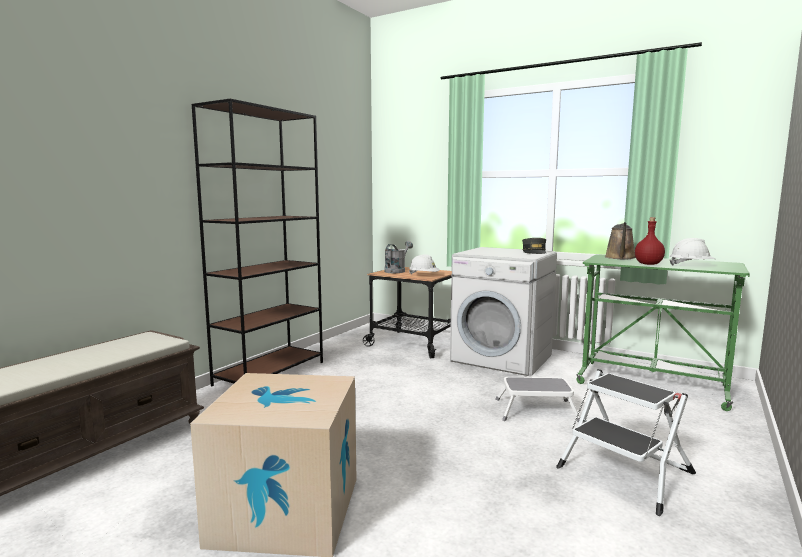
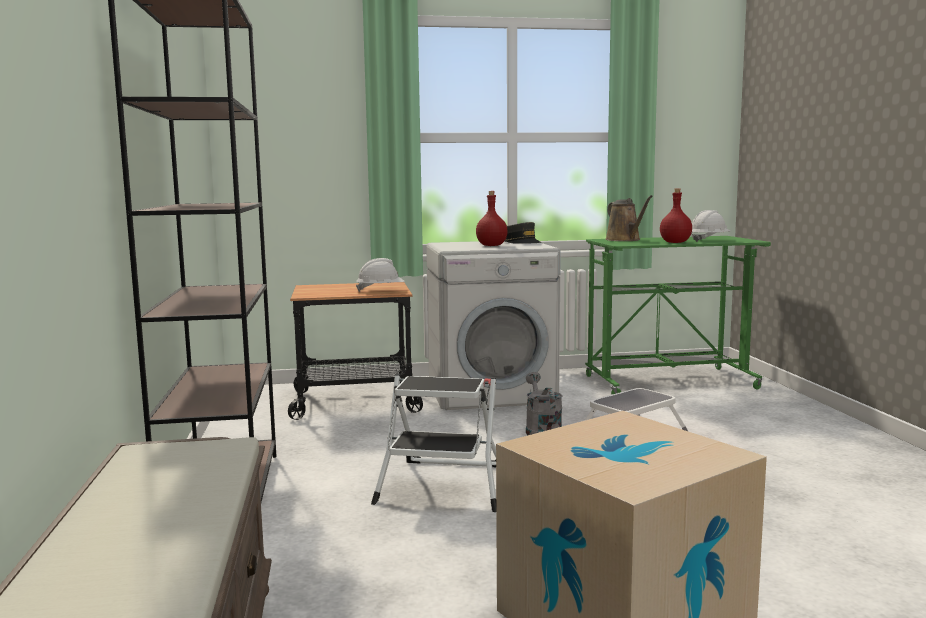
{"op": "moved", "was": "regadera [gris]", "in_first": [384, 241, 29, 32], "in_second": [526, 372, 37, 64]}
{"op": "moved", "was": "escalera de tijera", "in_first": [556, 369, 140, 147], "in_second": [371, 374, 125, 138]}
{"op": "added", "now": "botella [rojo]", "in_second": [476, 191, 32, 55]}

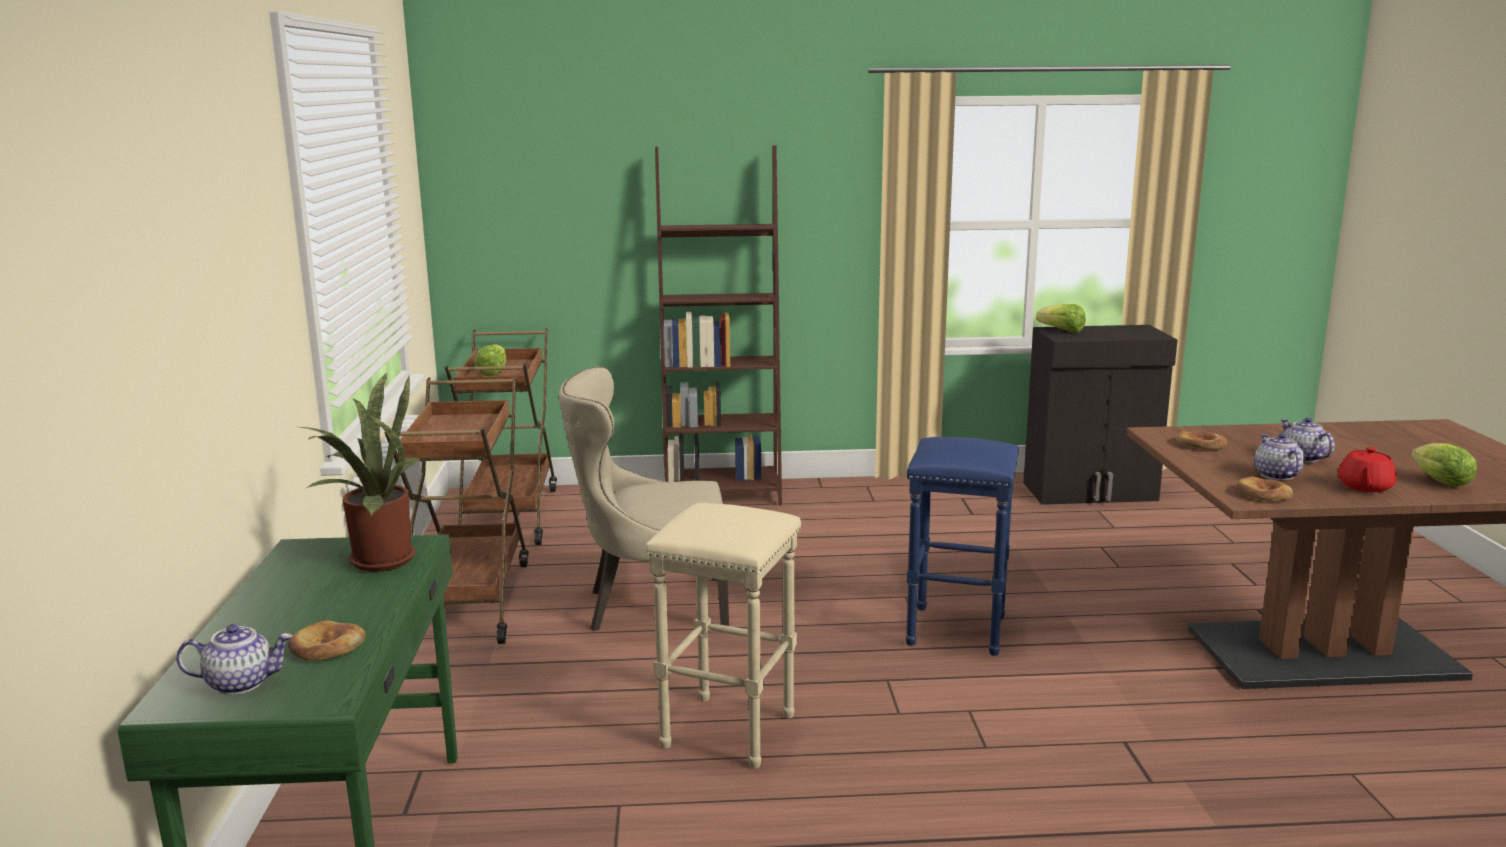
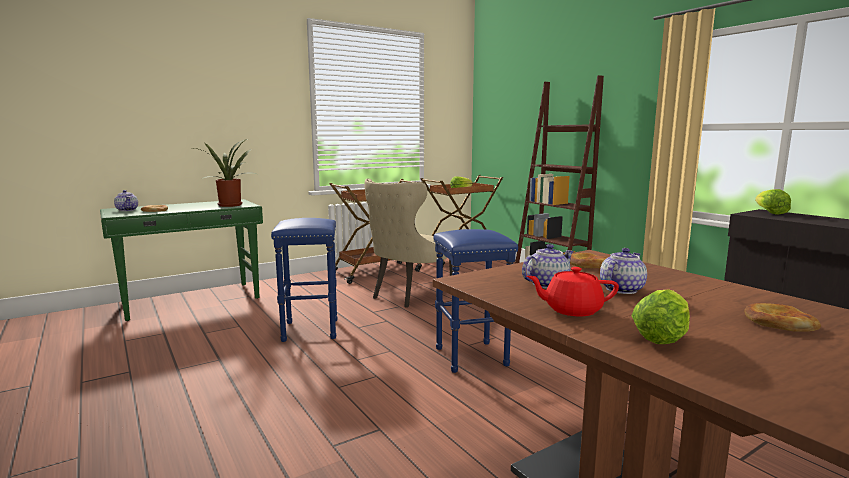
{"op": "turned", "was": "silla [beis]", "in_first": [559, 367, 170, 264], "in_second": [365, 178, 89, 130], "clockwise": -105}
{"op": "moved", "was": "pan", "in_first": [1236, 476, 57, 26], "in_second": [744, 303, 77, 29]}
{"op": "recoloured", "was": "taburete [beis]", "now": "taburete [azul]", "in_first": [645, 503, 156, 265], "in_second": [271, 218, 67, 124]}

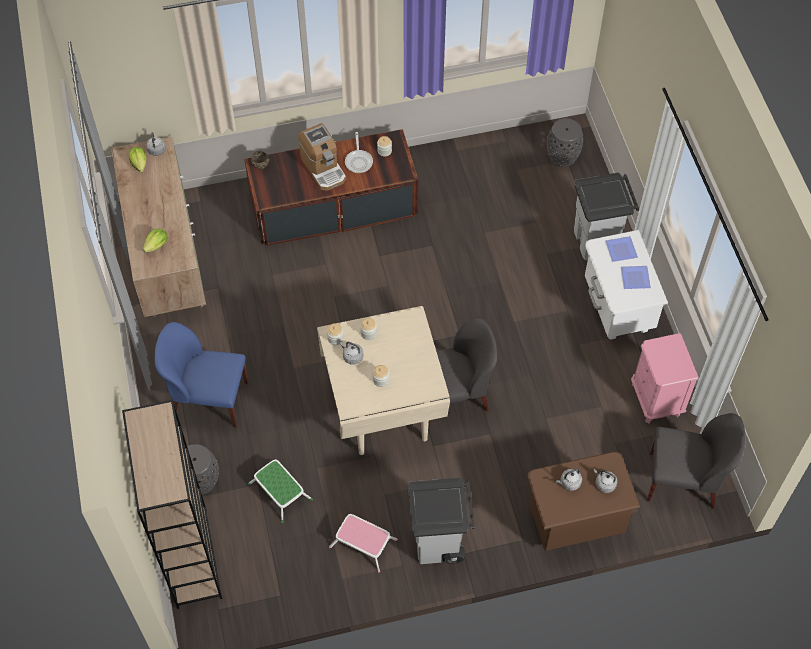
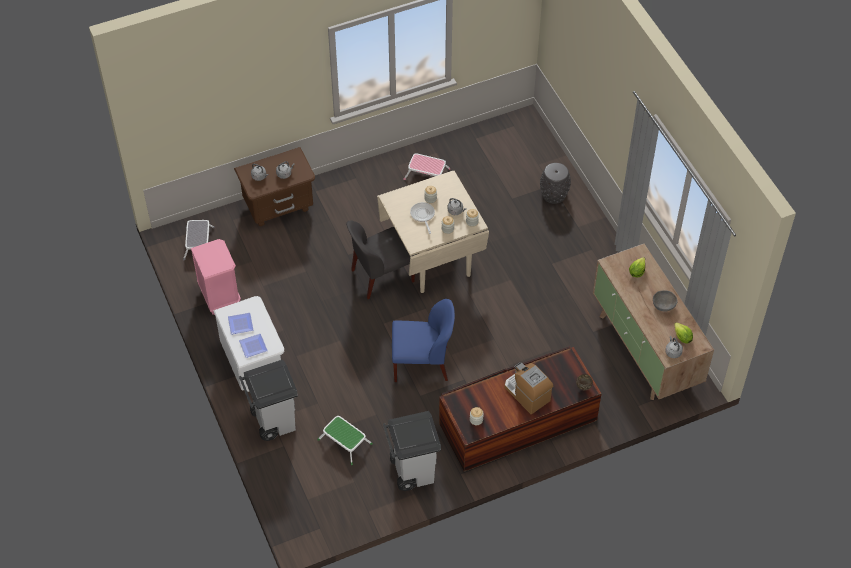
{"op": "removed", "was": "taburete [gris]", "in_first": [547, 118, 36, 49]}
{"op": "moved", "was": "sartén", "in_first": [345, 132, 28, 41], "in_second": [410, 202, 25, 32]}
{"op": "moved", "was": "silla [azul]", "in_first": [155, 322, 93, 105], "in_second": [392, 299, 63, 83]}
{"op": "removed", "was": "estantería [beis]", "in_first": [122, 400, 100, 209]}
{"op": "replaced", "was": "silla [gris]", "now": "escalera de tijera [gris]", "in_first": [647, 413, 98, 96], "in_second": [183, 220, 32, 40]}
{"op": "moved", "was": "escalera de tijera [verde]", "in_first": [248, 459, 65, 64], "in_second": [317, 416, 56, 49]}
{"op": "moved", "was": "papelera [gris]", "in_first": [408, 478, 67, 86], "in_second": [383, 411, 58, 80]}
{"op": "added", "now": "cuenco [gris]", "in_second": [653, 290, 25, 22]}

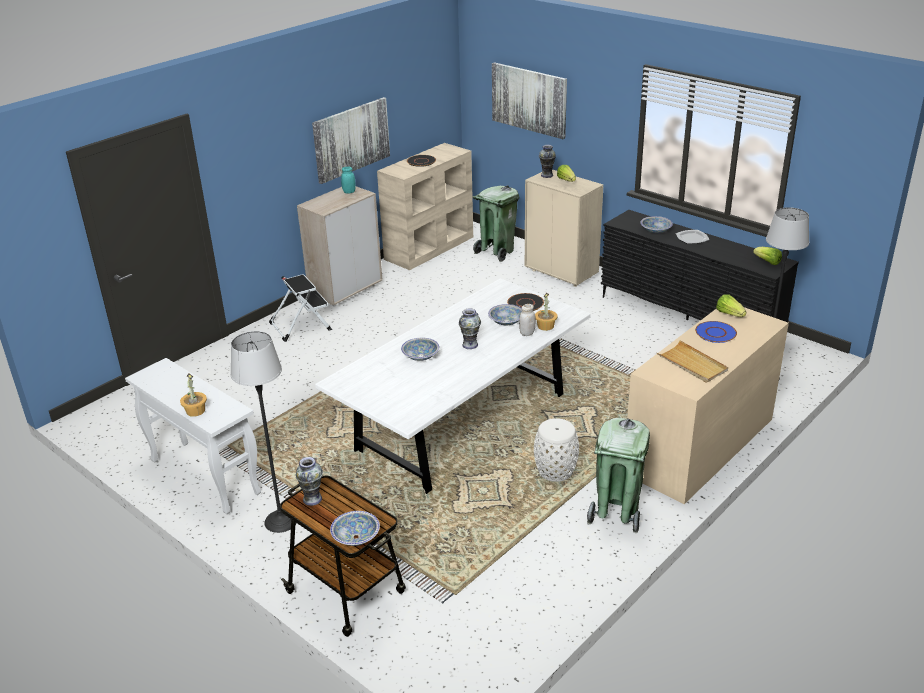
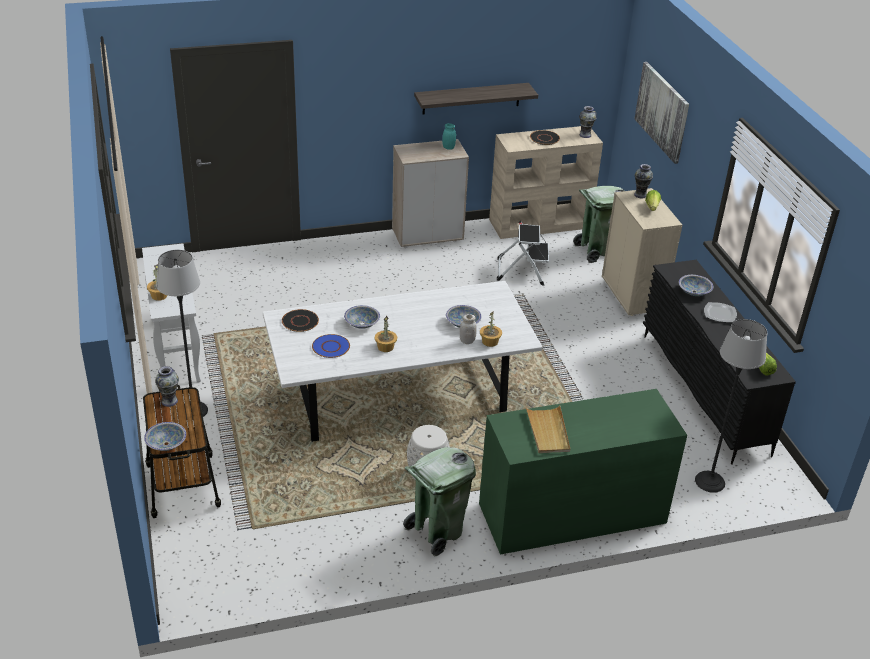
{"op": "replaced", "was": "cuadro", "now": "estante", "in_first": [312, 97, 78, 87], "in_second": [414, 83, 124, 32]}
{"op": "moved", "was": "escalera de tijera", "in_first": [269, 274, 63, 68], "in_second": [497, 221, 52, 65]}
{"op": "moved", "was": "plato [negro]", "in_first": [507, 293, 37, 18], "in_second": [282, 309, 37, 23]}
{"op": "removed", "was": "lechuga", "in_first": [716, 294, 30, 23]}
{"op": "recoloured", "was": "cómoda [beis]", "now": "cómoda [verde]", "in_first": [627, 307, 162, 197], "in_second": [479, 389, 208, 166]}
{"op": "moved", "was": "florero", "in_first": [459, 308, 22, 41], "in_second": [579, 106, 18, 32]}
{"op": "moved", "was": "plato [azul]", "in_first": [695, 321, 42, 22], "in_second": [312, 334, 38, 24]}
{"op": "added", "now": "planta en maceta", "in_second": [374, 316, 23, 36]}

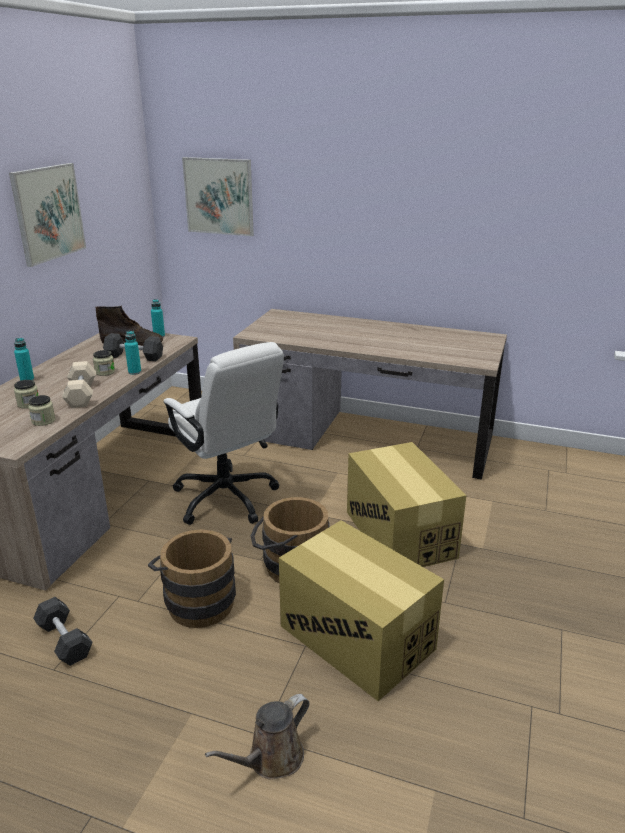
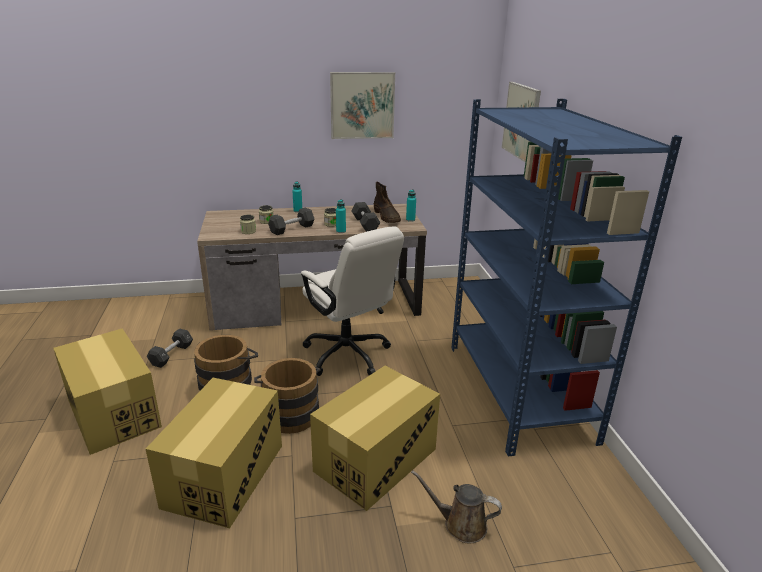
{"op": "replaced", "was": "escritorio [marrón]", "now": "estantería [azul]", "in_first": [233, 309, 274, 171], "in_second": [451, 99, 231, 357]}
{"op": "turned", "was": "silla de oficina [blanco]", "in_first": [164, 342, 120, 183], "in_second": [301, 226, 103, 150], "clockwise": -60}
{"op": "recoloured", "was": "mancuerna [beis]", "now": "mancuerna [negro]", "in_first": [62, 361, 34, 47], "in_second": [268, 208, 46, 27]}
{"op": "moved", "was": "regadera [marrón]", "in_first": [205, 694, 104, 86], "in_second": [411, 470, 91, 74]}
{"op": "added", "now": "caja de cartón", "in_second": [53, 328, 109, 127]}

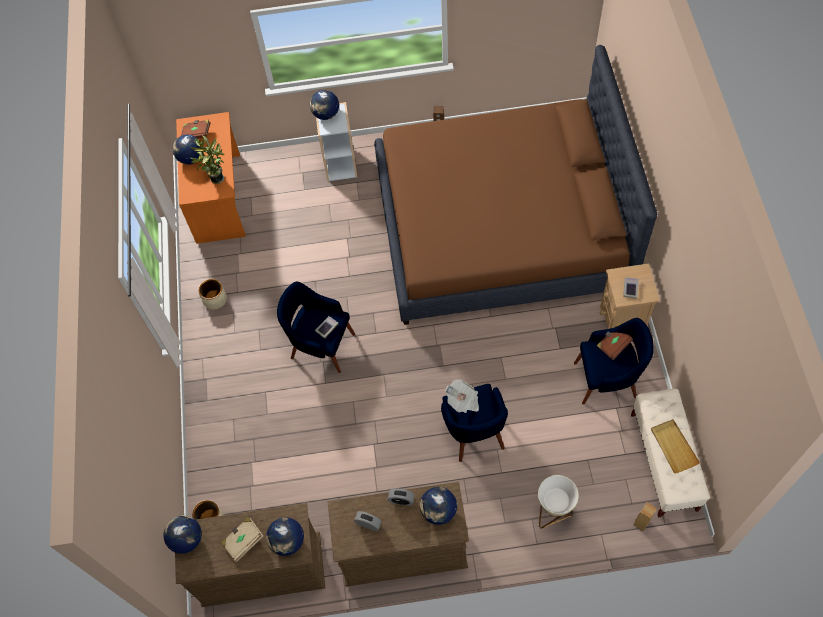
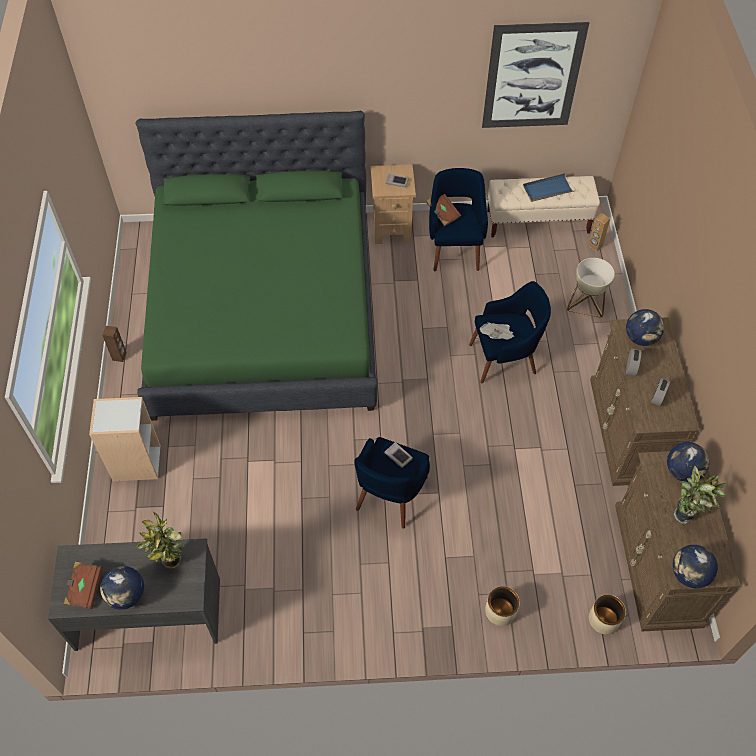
{"op": "recoloured", "was": "cama [marrón]", "now": "cama [verde]", "in_first": [374, 45, 283, 280], "in_second": [135, 111, 243, 310]}
{"op": "removed", "was": "globo terráqueo", "in_first": [310, 90, 29, 30]}
{"op": "recoloured", "was": "escritorio [naranja]", "now": "escritorio [gris]", "in_first": [176, 112, 70, 132], "in_second": [48, 538, 172, 113]}
{"op": "moved", "was": "maceta [beis]", "in_first": [198, 279, 29, 31], "in_second": [485, 586, 35, 40]}
{"op": "recoloured", "was": "bandeja [beis]", "now": "bandeja [azul]", "in_first": [651, 419, 49, 55], "in_second": [523, 173, 51, 29]}
{"op": "replaced", "was": "libro [beis]", "now": "planta en maceta", "in_first": [221, 517, 43, 45], "in_second": [674, 466, 53, 58]}
{"op": "added", "now": "cuadro", "in_second": [482, 22, 107, 106]}

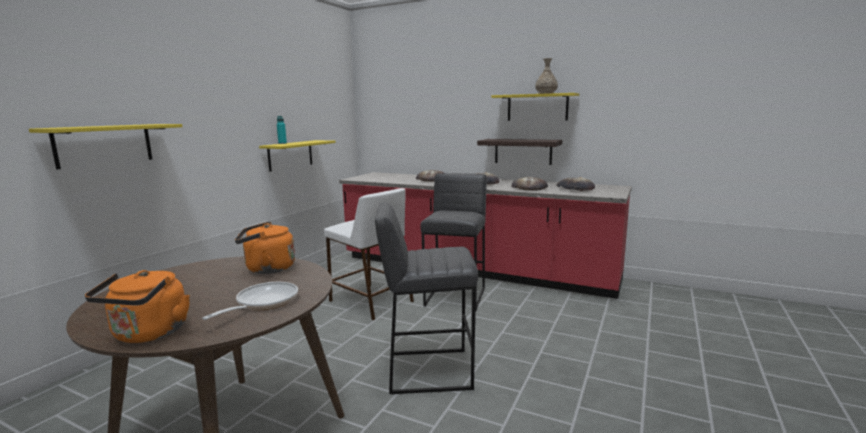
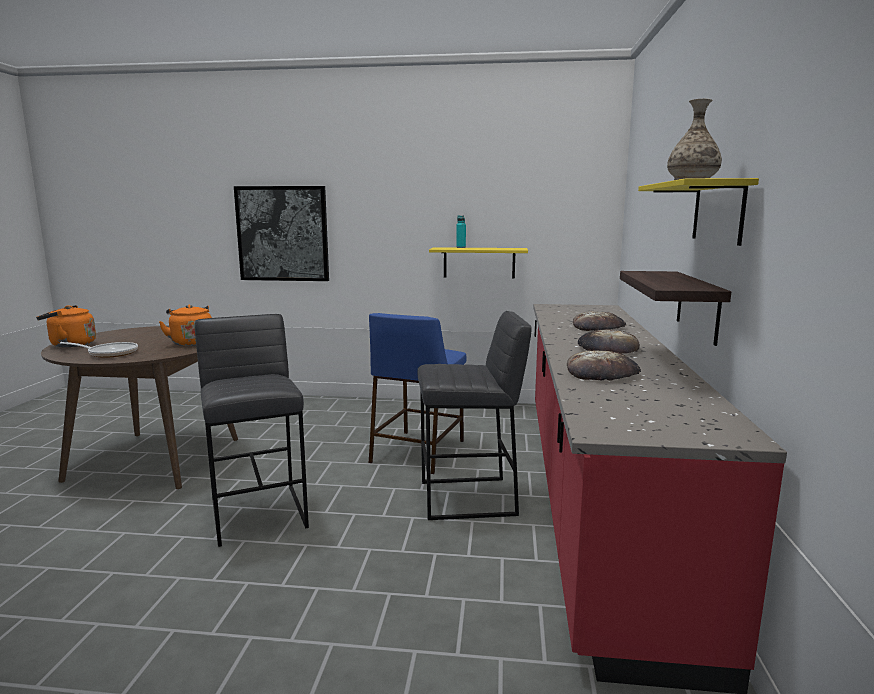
{"op": "replaced", "was": "estante [amarillo]", "now": "cuadro", "in_first": [29, 124, 154, 45], "in_second": [234, 186, 95, 95]}
{"op": "removed", "was": "pan", "in_first": [556, 177, 39, 14]}
{"op": "recoloured", "was": "taburete [blanco]", "now": "taburete [azul]", "in_first": [324, 188, 90, 132], "in_second": [369, 313, 97, 161]}

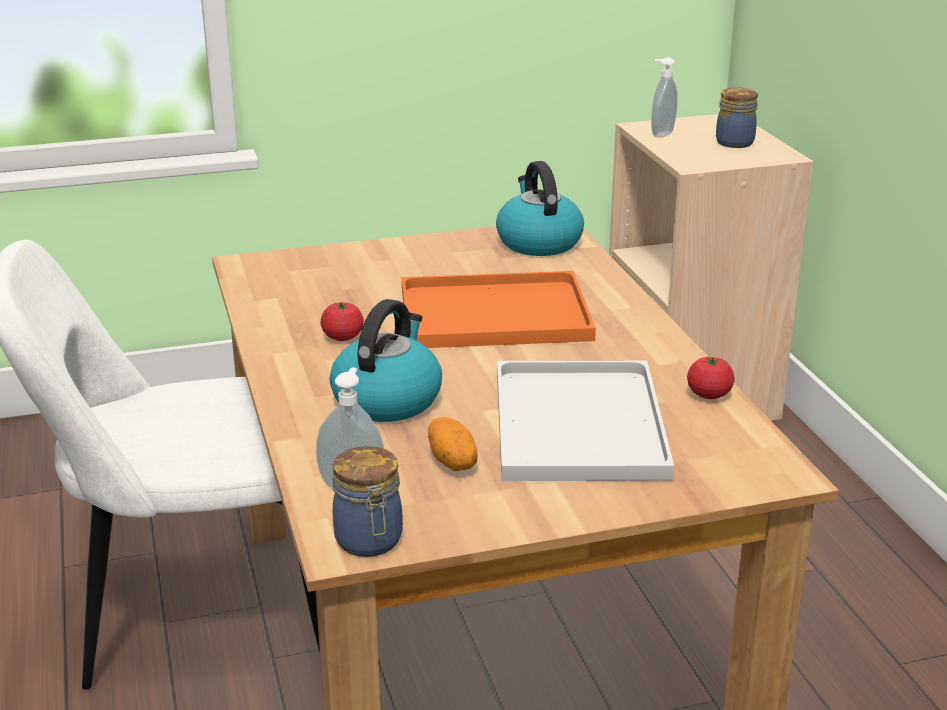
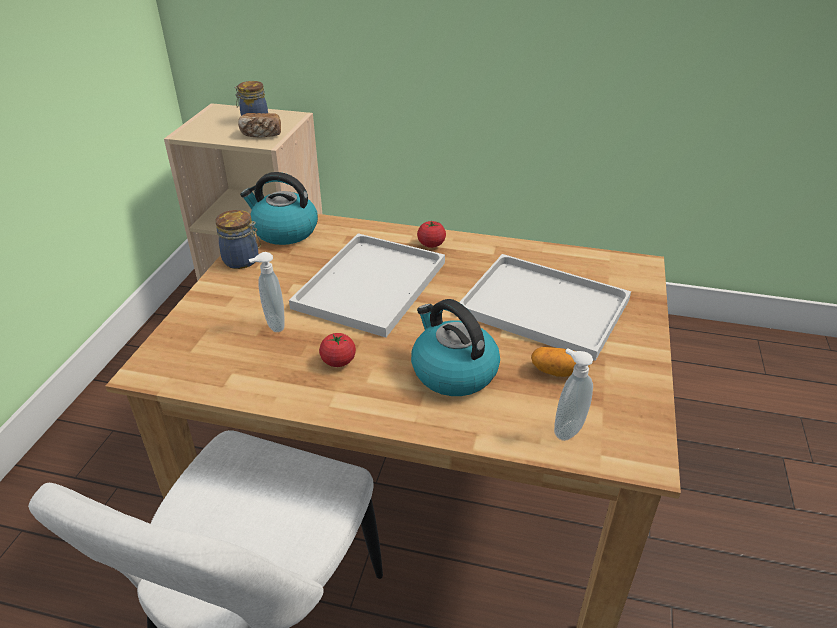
{"op": "moved", "was": "dispensador de jabón", "in_first": [651, 58, 27, 80], "in_second": [249, 252, 36, 80]}
{"op": "recoloured", "was": "bandeja [naranja]", "now": "bandeja [blanco]", "in_first": [402, 271, 194, 77], "in_second": [289, 233, 156, 104]}
{"op": "moved", "was": "tomate", "in_first": [687, 357, 47, 42], "in_second": [417, 221, 29, 27]}
{"op": "moved", "was": "tarro", "in_first": [332, 446, 71, 111], "in_second": [215, 210, 46, 59]}
{"op": "added", "now": "pan", "in_second": [238, 113, 43, 24]}

